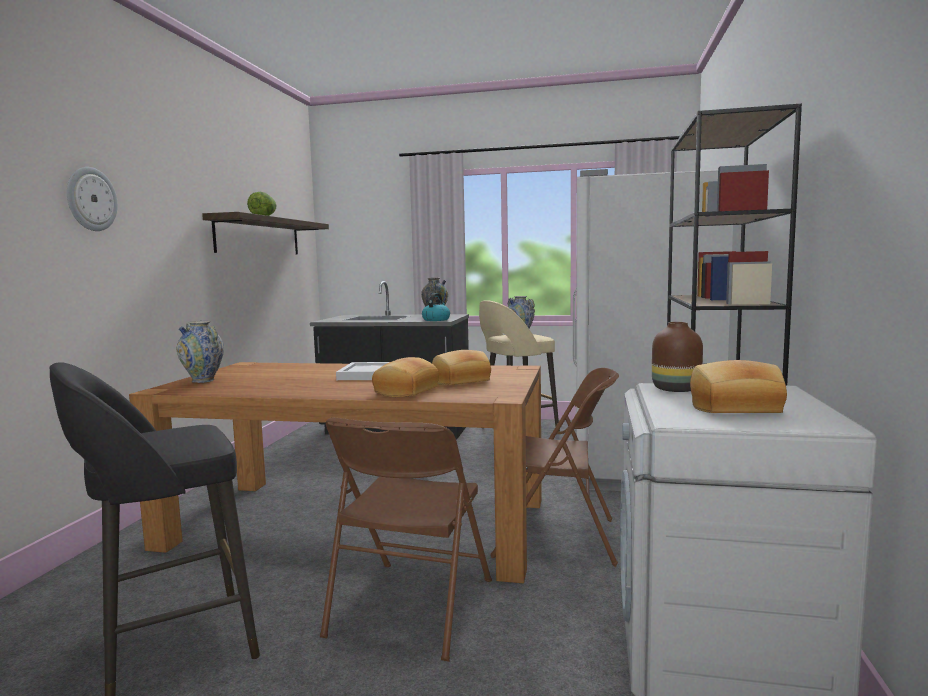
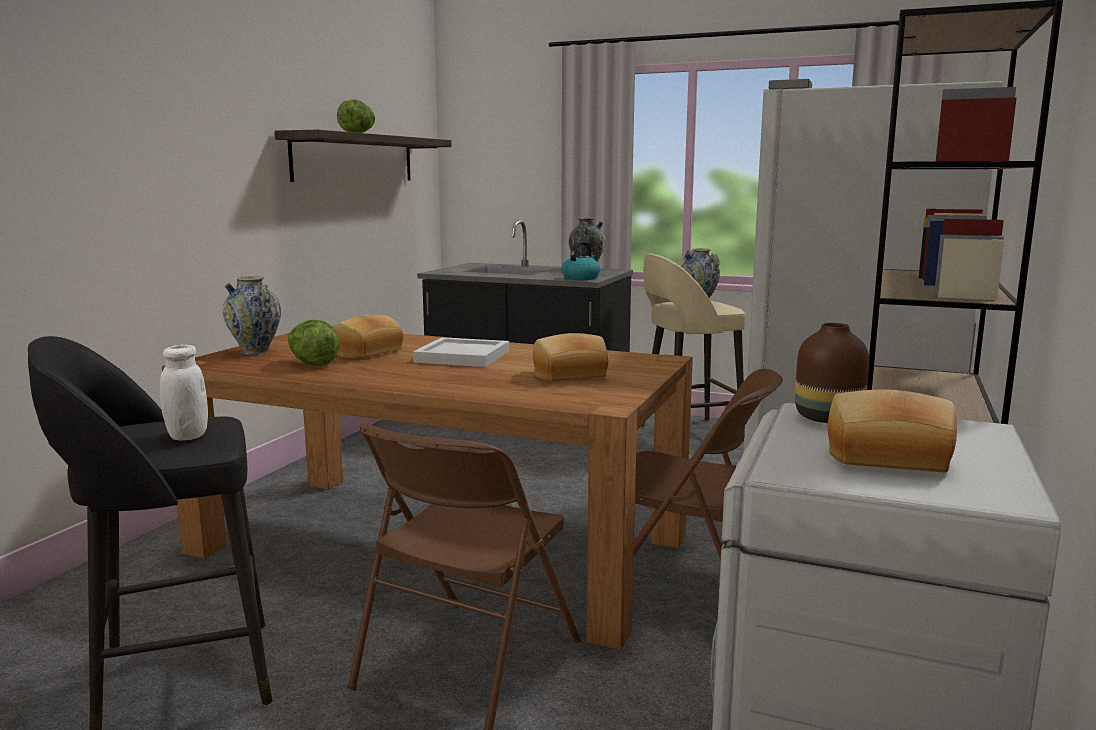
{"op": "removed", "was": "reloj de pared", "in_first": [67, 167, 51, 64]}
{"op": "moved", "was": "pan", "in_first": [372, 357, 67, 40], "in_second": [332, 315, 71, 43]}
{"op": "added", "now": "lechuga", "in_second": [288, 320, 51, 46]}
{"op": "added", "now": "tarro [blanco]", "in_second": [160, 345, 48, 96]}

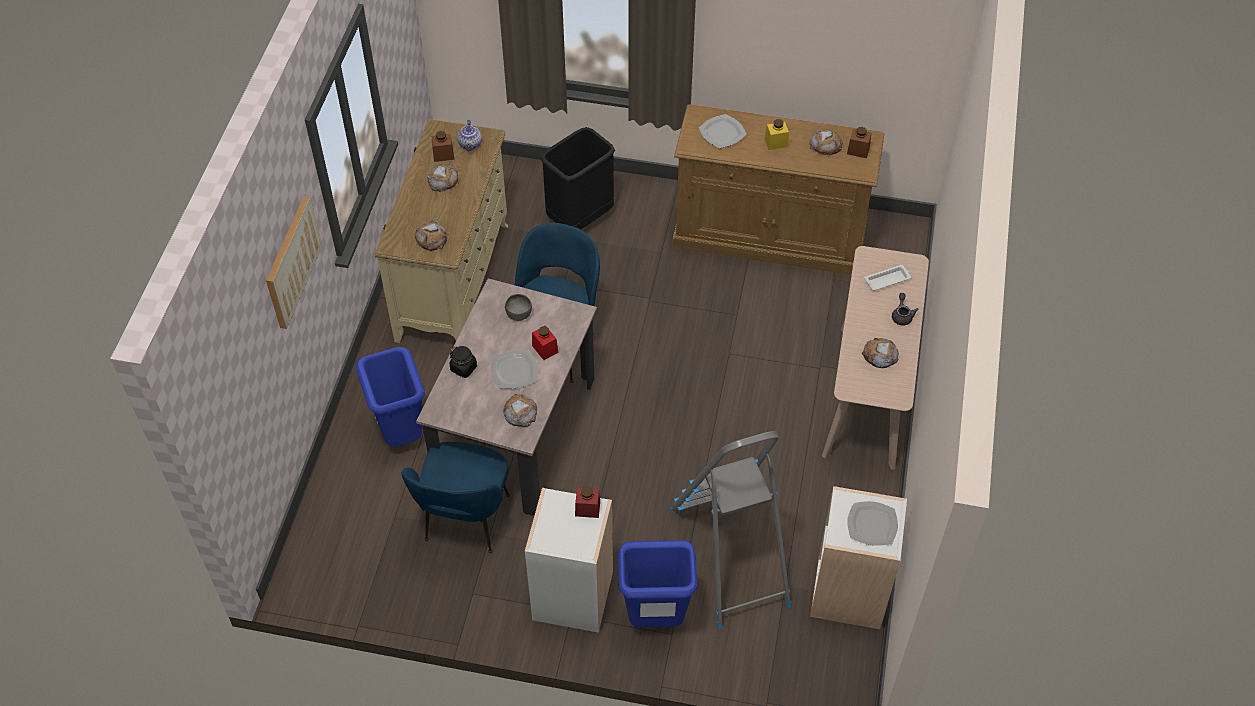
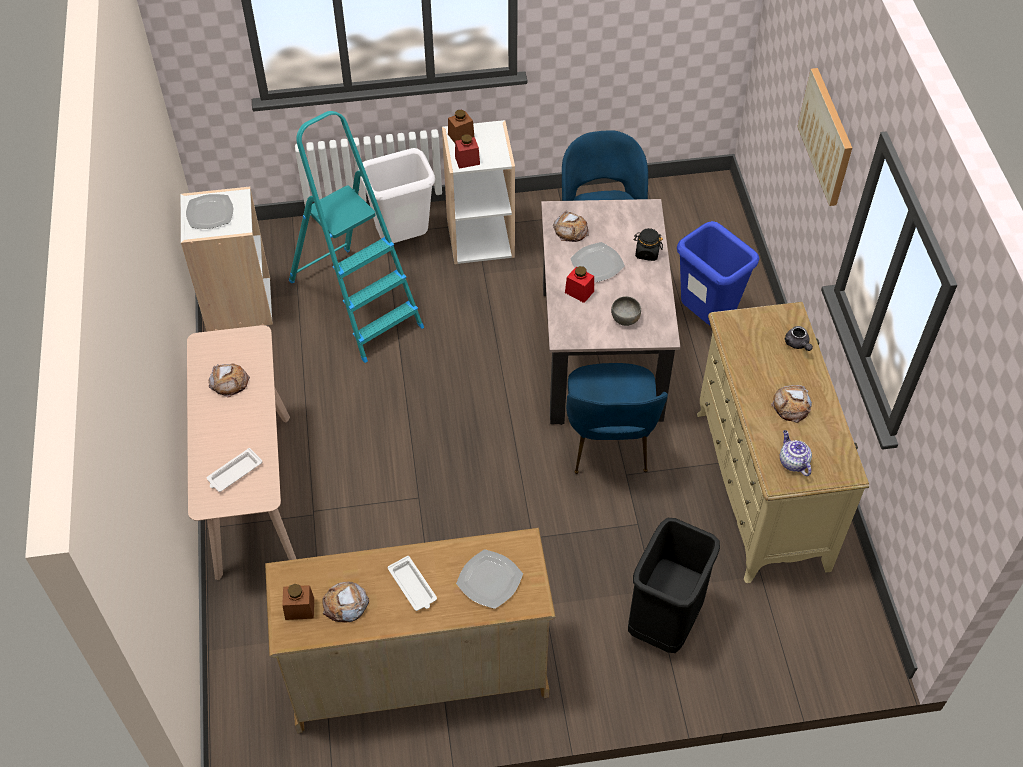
{"op": "replaced", "was": "tarro [amarillo]", "now": "bandeja [blanco]", "in_first": [765, 119, 24, 31], "in_second": [388, 556, 49, 55]}
{"op": "moved", "was": "tarro [marrón]", "in_first": [432, 131, 22, 31], "in_second": [448, 110, 26, 33]}
{"op": "removed", "was": "pan", "in_first": [415, 220, 32, 31]}
{"op": "moved", "was": "tetera [gris]", "in_first": [892, 293, 27, 33], "in_second": [784, 326, 29, 25]}
{"op": "recoloured", "was": "escalera de tijera [gris]", "now": "escalera de tijera [turquesa]", "in_first": [670, 431, 121, 198], "in_second": [289, 111, 135, 252]}
{"op": "recoloured", "was": "papelera [azul]", "now": "papelera [blanco]", "in_first": [618, 540, 79, 88], "in_second": [360, 148, 75, 95]}

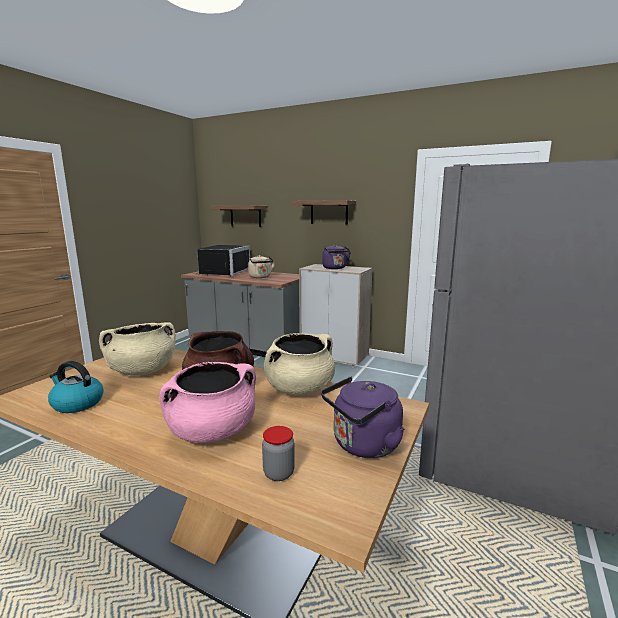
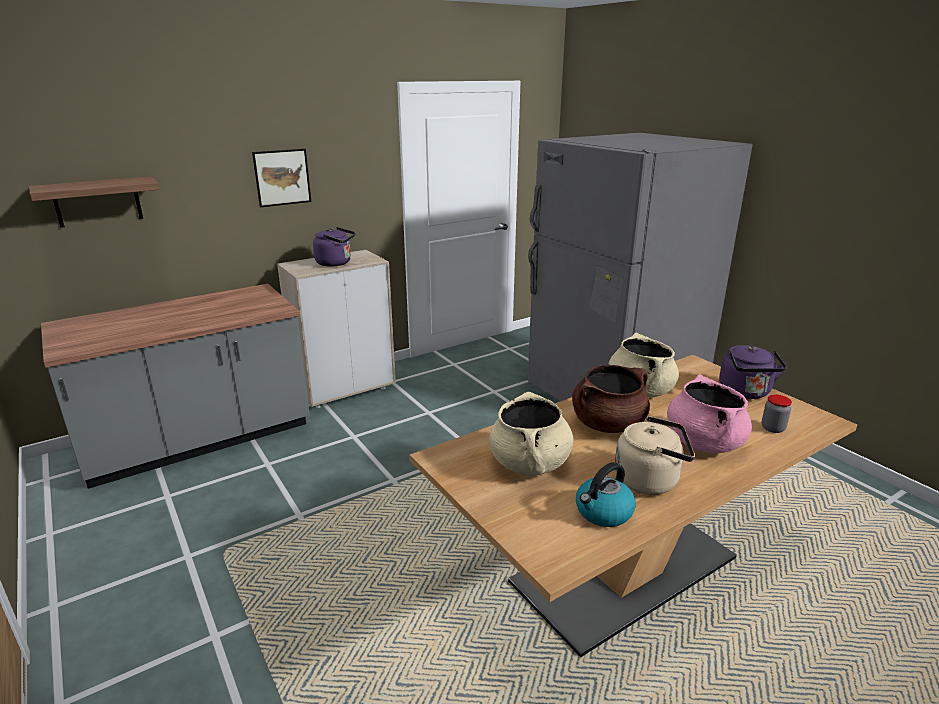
{"op": "replaced", "was": "estante", "now": "cuadro", "in_first": [293, 200, 63, 25], "in_second": [252, 149, 59, 58]}
{"op": "removed", "was": "microondas [negro]", "in_first": [195, 245, 55, 31]}
{"op": "moved", "was": "hervidor [beis]", "in_first": [248, 255, 27, 23], "in_second": [615, 416, 80, 79]}

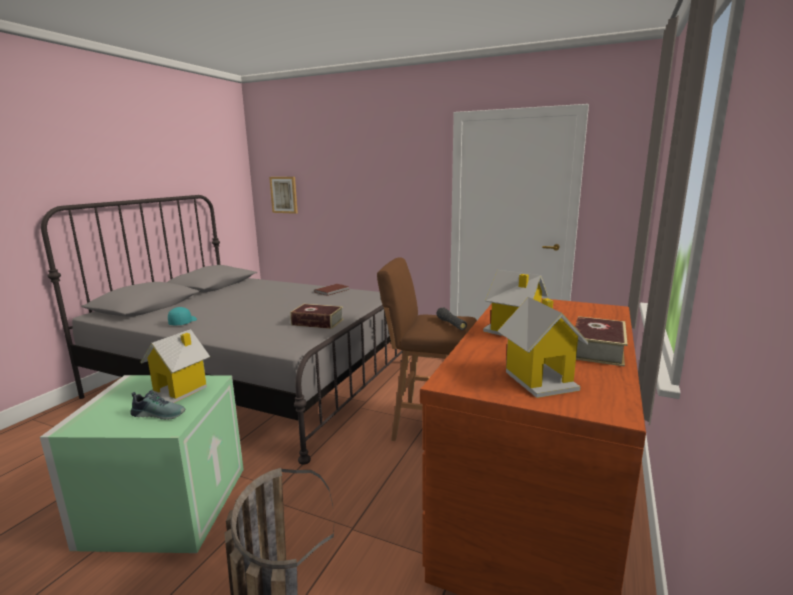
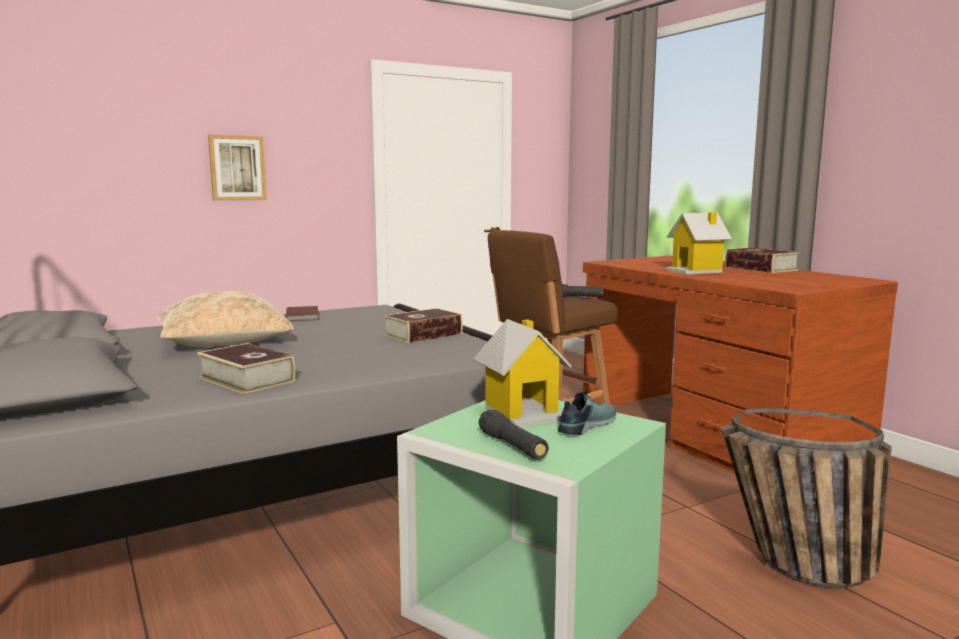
{"op": "moved", "was": "cuadro", "in_first": [269, 177, 29, 37], "in_second": [208, 135, 59, 66]}
{"op": "removed", "was": "casita", "in_first": [498, 297, 91, 101]}
{"op": "replaced", "was": "gorra [turquesa]", "now": "libro", "in_first": [168, 307, 29, 18], "in_second": [197, 343, 98, 51]}
{"op": "added", "now": "cojín [beis]", "in_second": [157, 291, 136, 56]}
{"op": "added", "now": "linterna [negro]", "in_second": [479, 410, 70, 49]}

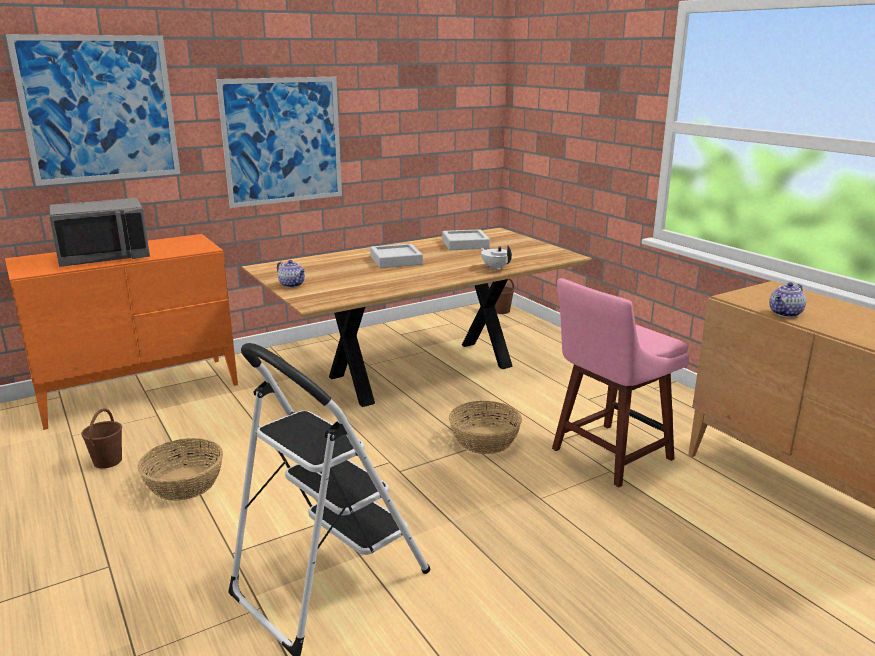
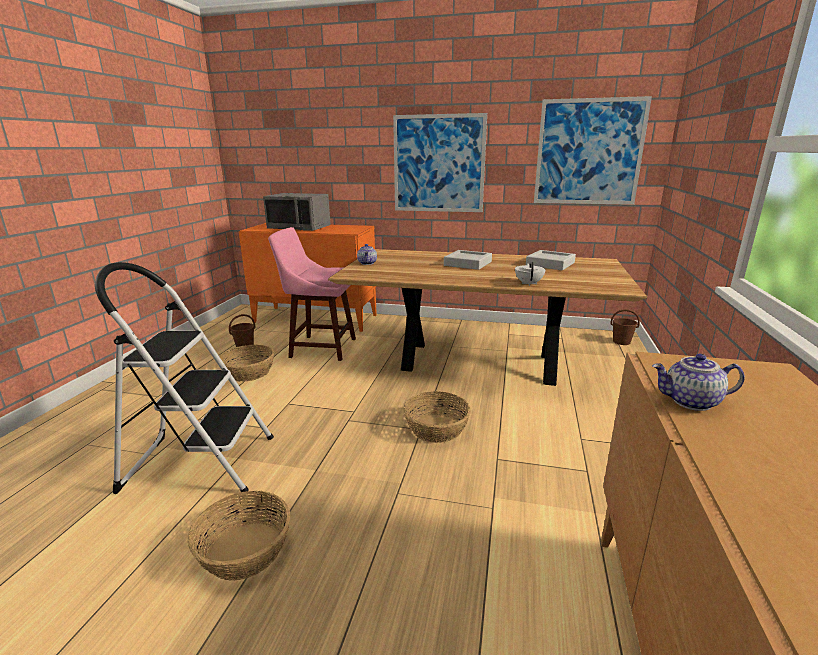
{"op": "moved", "was": "cuadro", "in_first": [6, 34, 174, 152], "in_second": [534, 96, 118, 109]}
{"op": "moved", "was": "taburete [rosa]", "in_first": [552, 278, 137, 209], "in_second": [268, 227, 88, 134]}
{"op": "added", "now": "cesta", "in_second": [188, 490, 102, 91]}

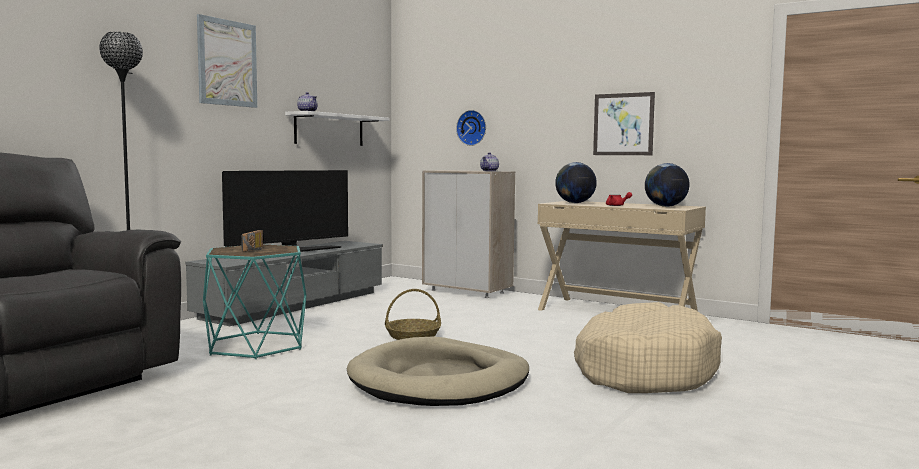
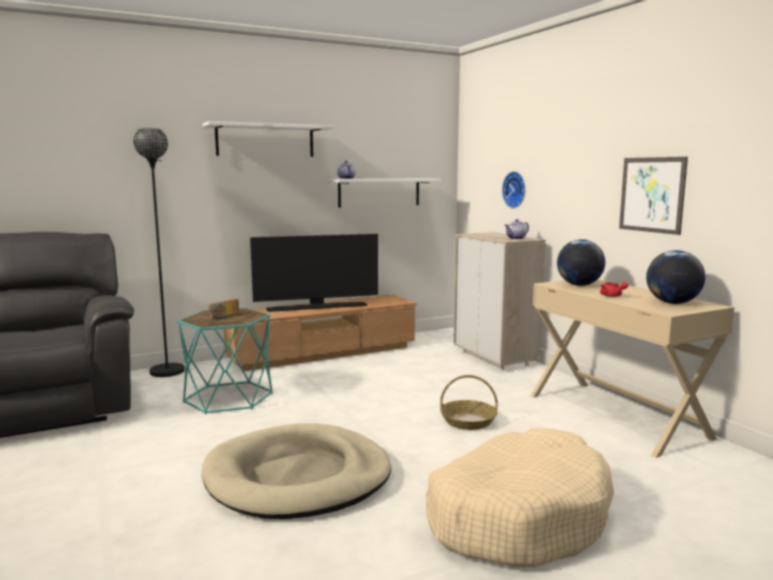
{"op": "replaced", "was": "cuadro", "now": "estante [blanco]", "in_first": [197, 14, 60, 94], "in_second": [203, 121, 130, 36]}
{"op": "recoloured", "was": "mueble de televisión [gris]", "now": "mueble de televisión [marrón]", "in_first": [186, 241, 197, 85], "in_second": [224, 295, 192, 76]}
{"op": "moved", "was": "cesta", "in_first": [385, 289, 56, 51], "in_second": [440, 375, 58, 55]}

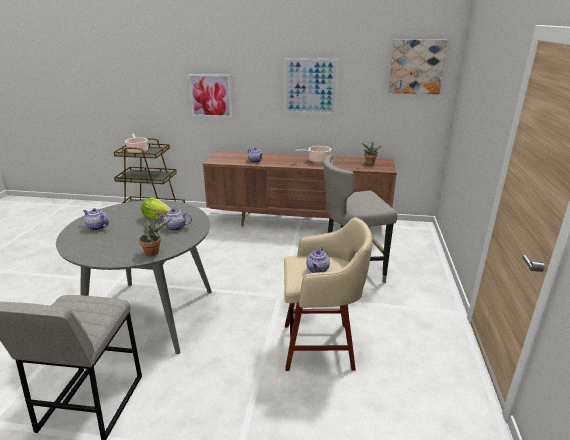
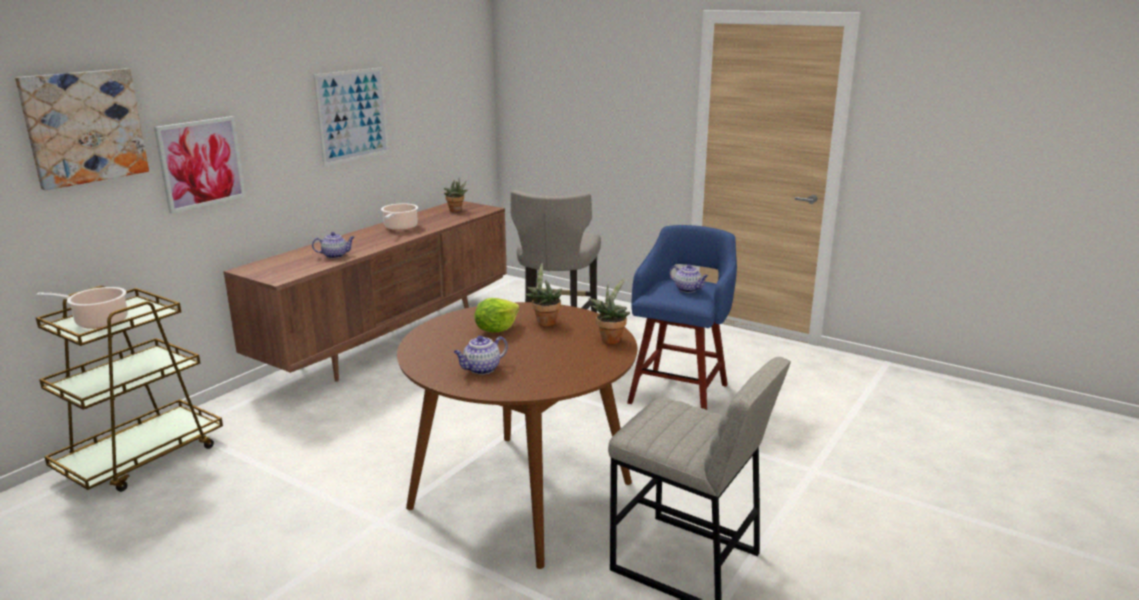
{"op": "moved", "was": "cuadro", "in_first": [388, 39, 60, 55], "in_second": [15, 69, 134, 121]}
{"op": "recoloured", "was": "mesa de comedor [gris]", "now": "mesa de comedor [marrón]", "in_first": [56, 200, 156, 154], "in_second": [397, 302, 240, 267]}
{"op": "replaced", "was": "tetera", "now": "planta en maceta", "in_first": [157, 209, 35, 22], "in_second": [526, 263, 36, 63]}
{"op": "recoloured", "was": "taburete [beis]", "now": "taburete [azul]", "in_first": [284, 217, 88, 154], "in_second": [627, 225, 110, 185]}

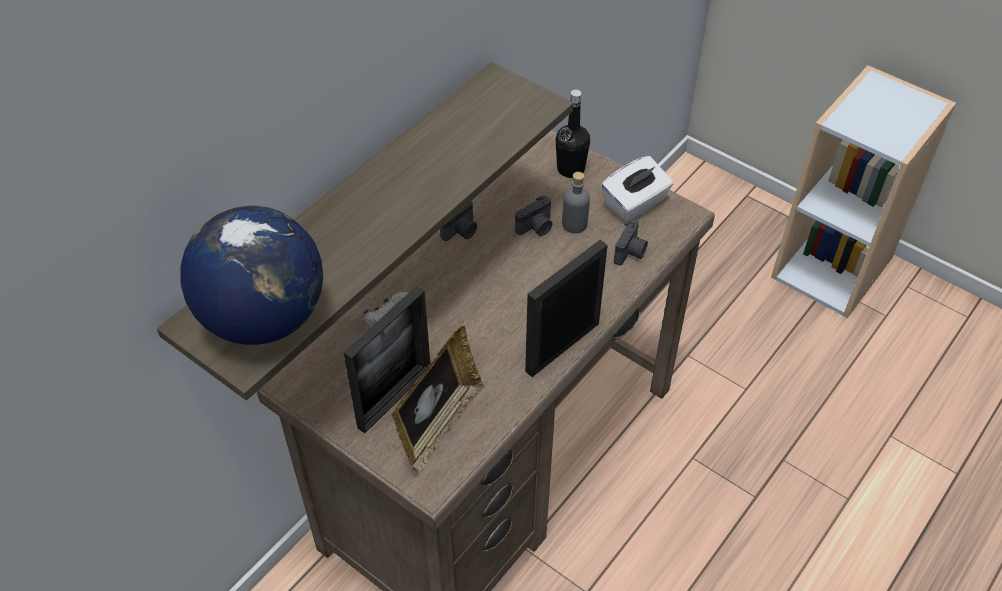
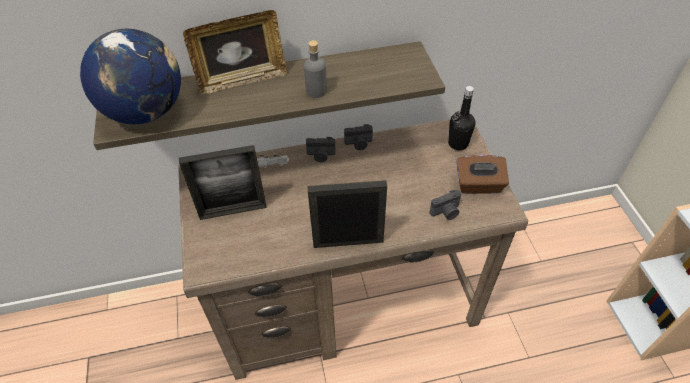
{"op": "recoloured", "was": "caja de pañuelos [blanco]", "now": "caja de pañuelos [marrón]", "in_first": [601, 156, 72, 66], "in_second": [456, 155, 53, 39]}
{"op": "moved", "was": "botella [gris]", "in_first": [562, 172, 28, 61], "in_second": [304, 40, 23, 58]}
{"op": "moved", "was": "cámara", "in_first": [515, 196, 38, 40], "in_second": [306, 137, 30, 25]}
{"op": "moved", "was": "portarretratos", "in_first": [392, 326, 92, 150], "in_second": [183, 10, 104, 84]}

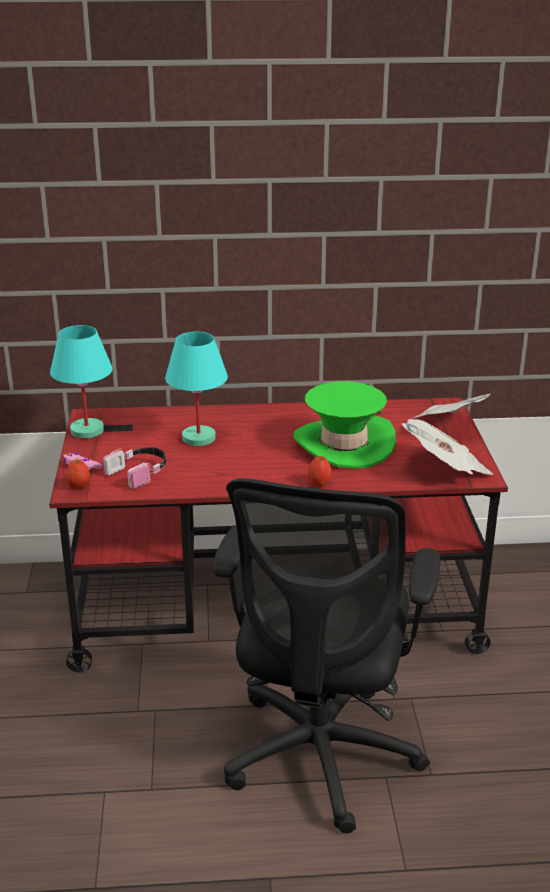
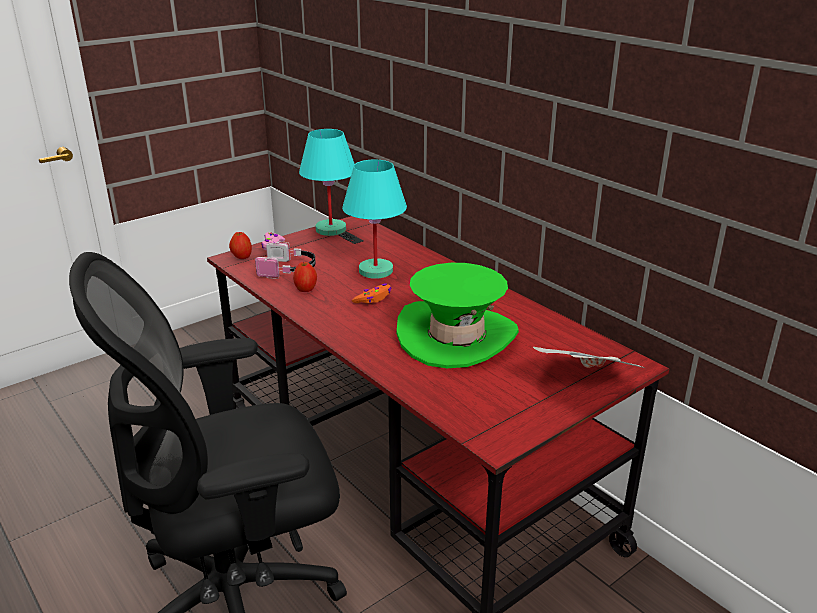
{"op": "removed", "was": "periódico", "in_first": [401, 419, 92, 56]}
{"op": "moved", "was": "manzana", "in_first": [308, 456, 24, 31], "in_second": [293, 262, 24, 30]}
{"op": "added", "now": "mando de consola [naranja]", "in_second": [352, 283, 40, 20]}

